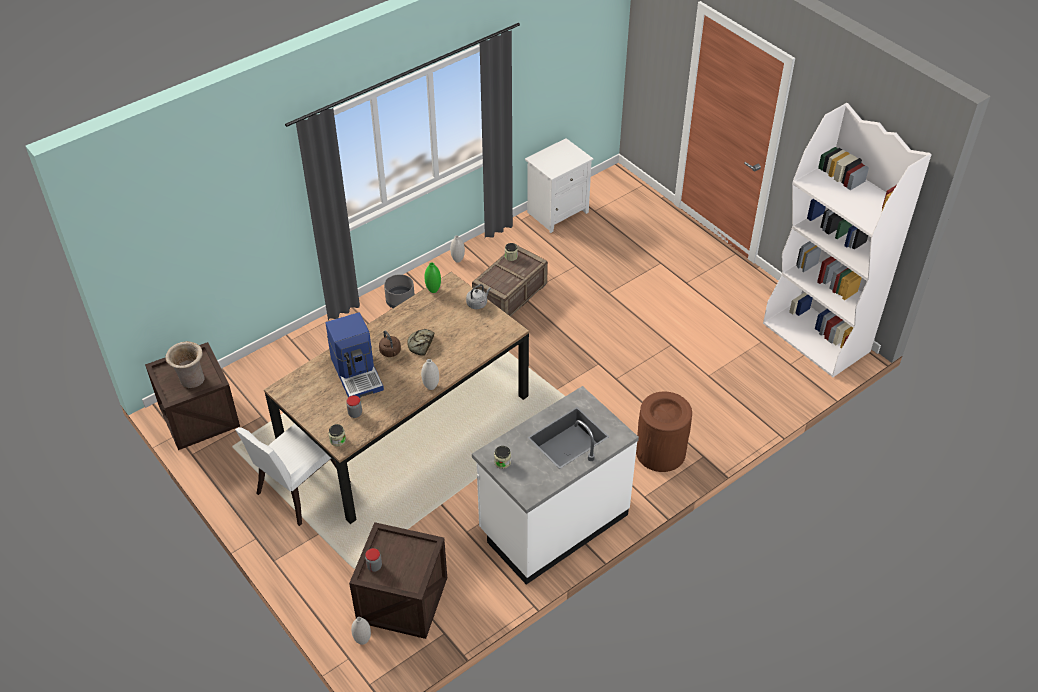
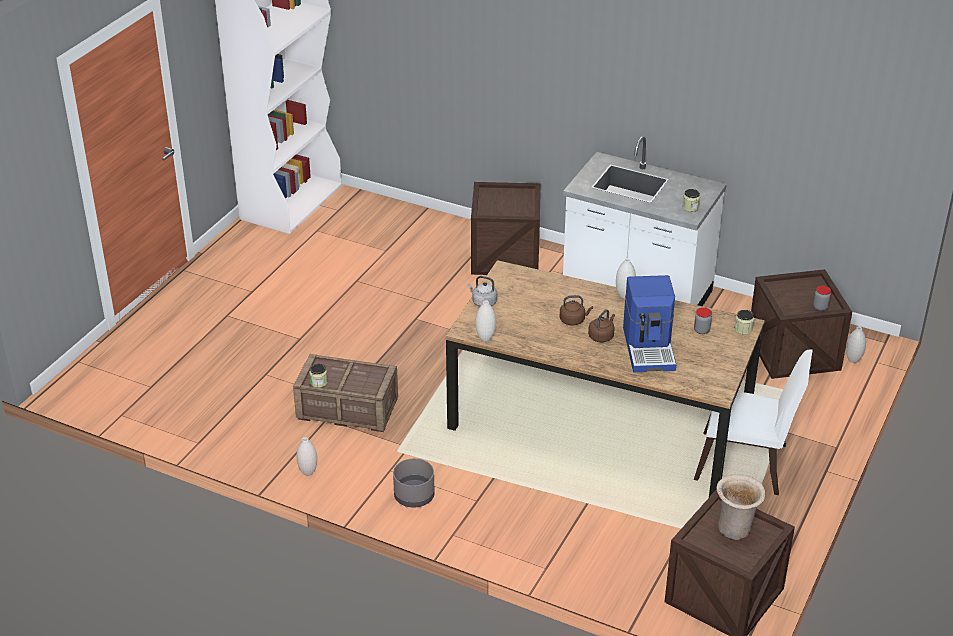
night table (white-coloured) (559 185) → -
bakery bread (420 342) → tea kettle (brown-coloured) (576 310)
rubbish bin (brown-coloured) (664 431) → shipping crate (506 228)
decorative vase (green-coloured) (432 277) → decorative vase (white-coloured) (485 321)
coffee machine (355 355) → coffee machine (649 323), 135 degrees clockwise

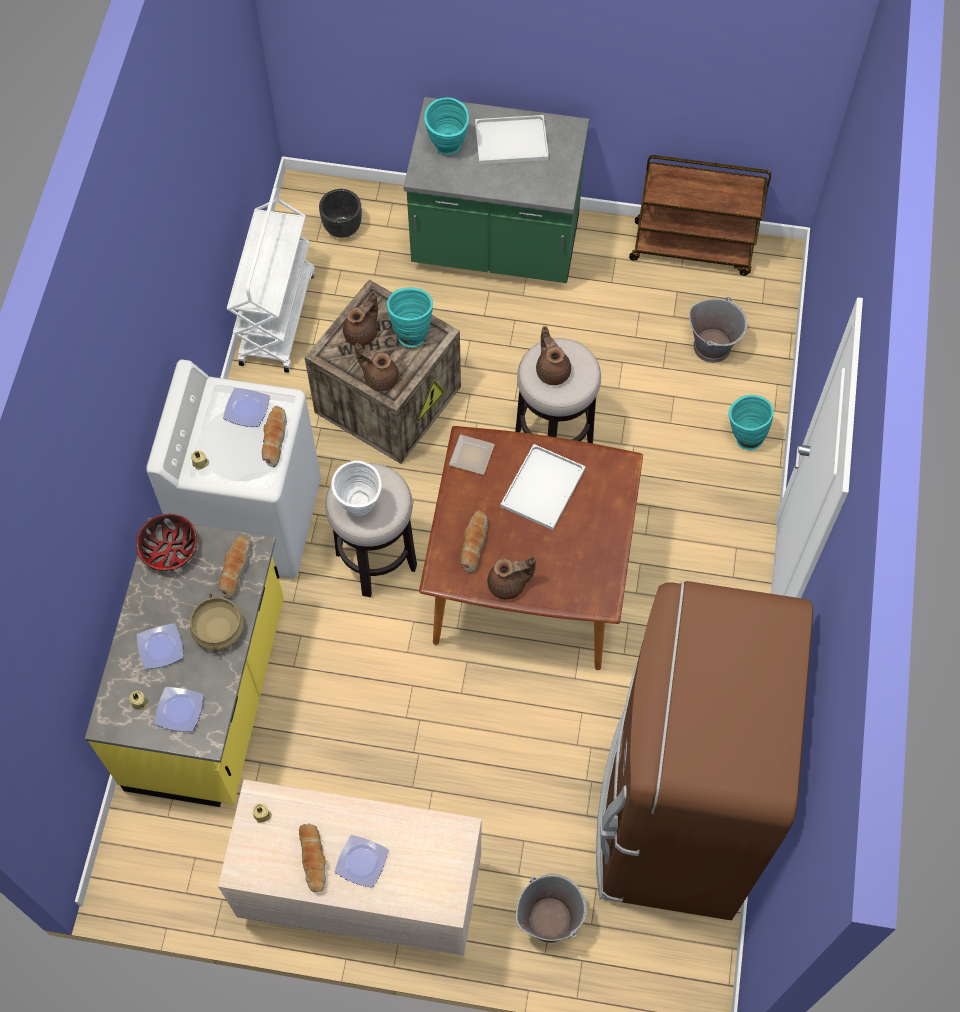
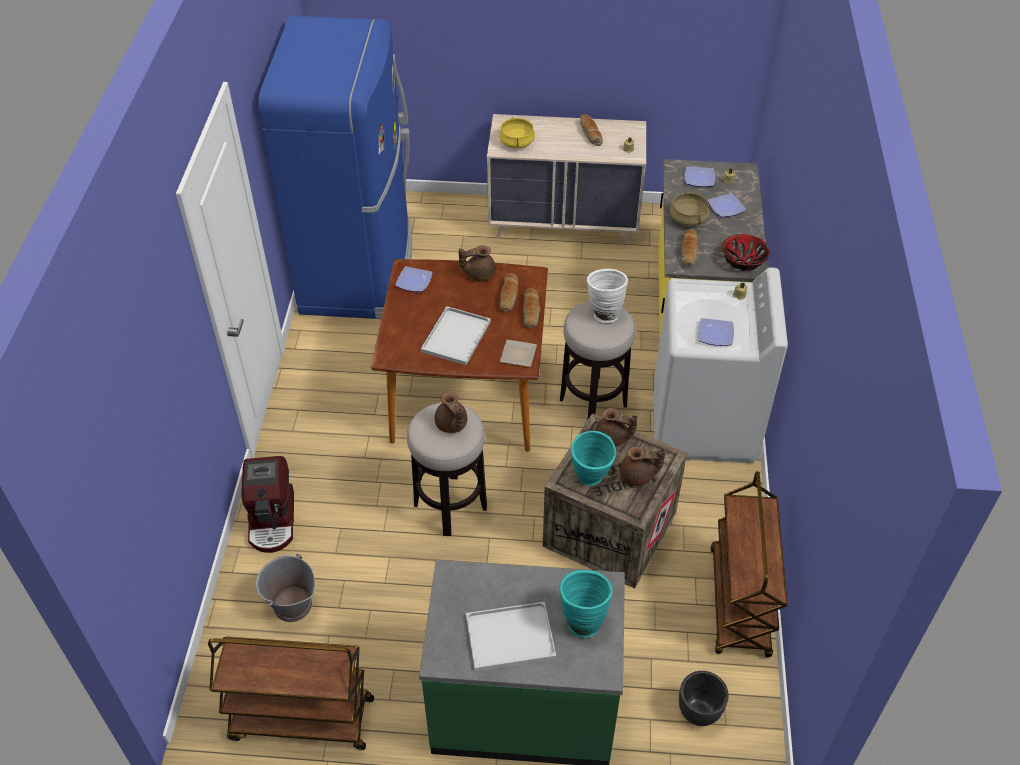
water bucket (greyish) (551 908) → -
- → saucepot (yellowish) (517 132)
bakery bread (274 436) → bakery bread (531 308), moved
plate (361 861) → plate (414 279), moved
decorative vase (blue-green) (751 422) → coffee machine (267 504)
wheeled cart (white-coloured) (271 280) → wheeled cart (brown-coloured) (749 564)
kitchen fridge (brown-coloured) (704 750) → kitchen fridge (blue-coloured) (335 167)
teapot (brown-coloured) (360 319) → teapot (brown-coloured) (642 466), 120 degrees counterclockwise

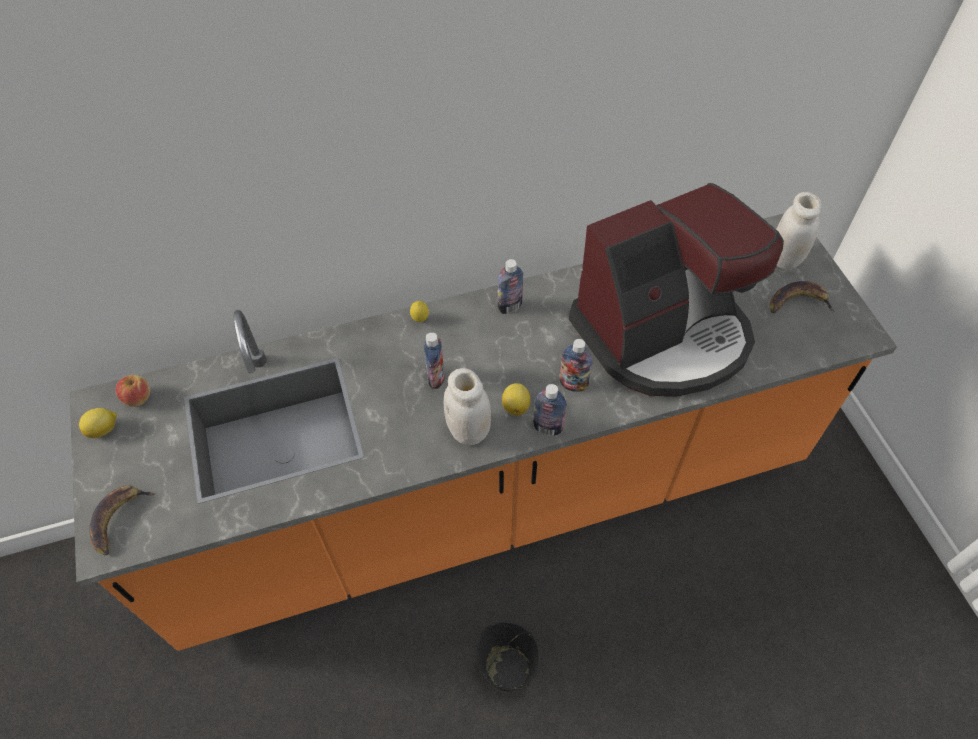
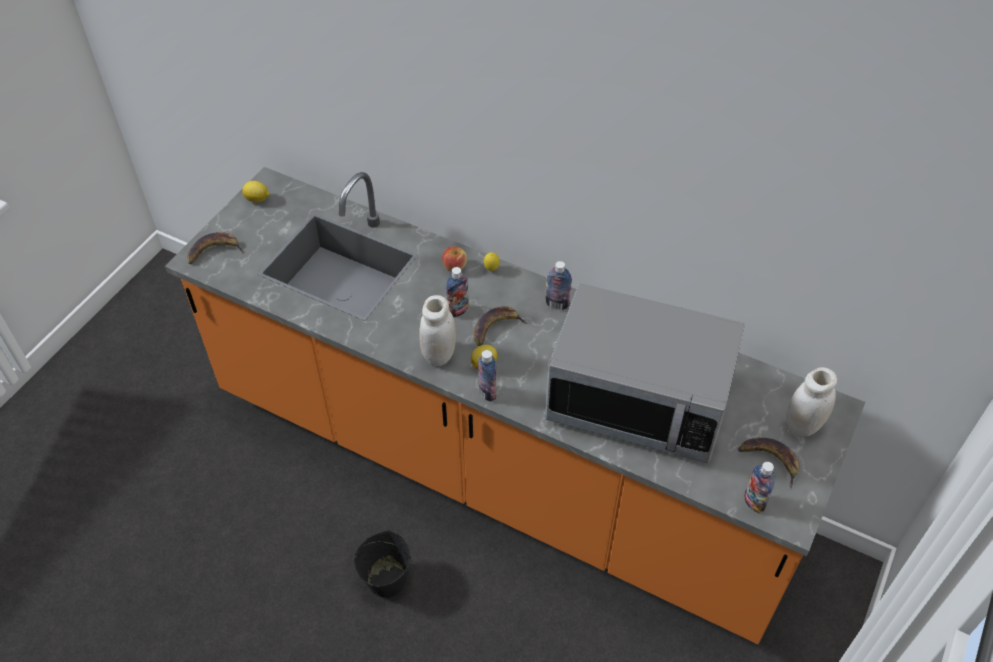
- → banana (501 326)
apple fruit (133 391) → apple fruit (454 259), moved
drink bottle (575 365) → drink bottle (759 487), moved
coffee machine (676 289) → microwave oven (645 373)

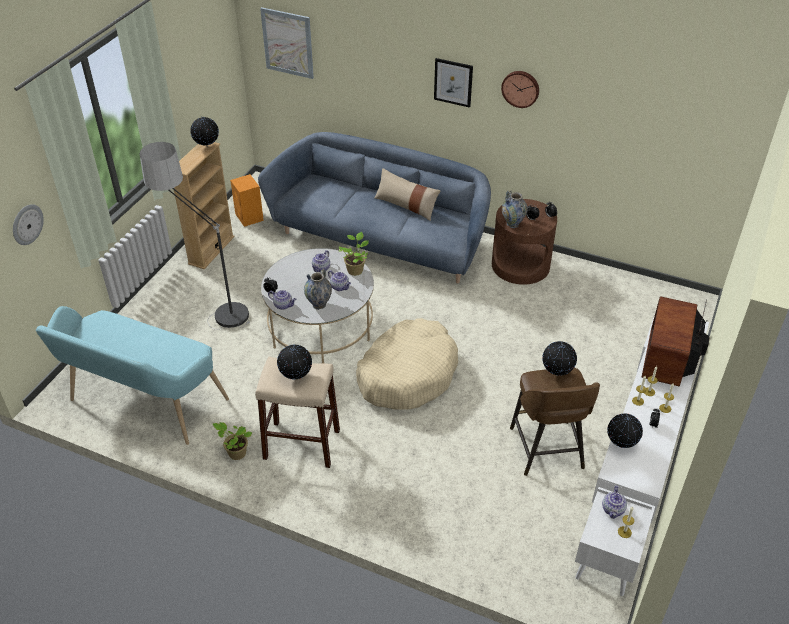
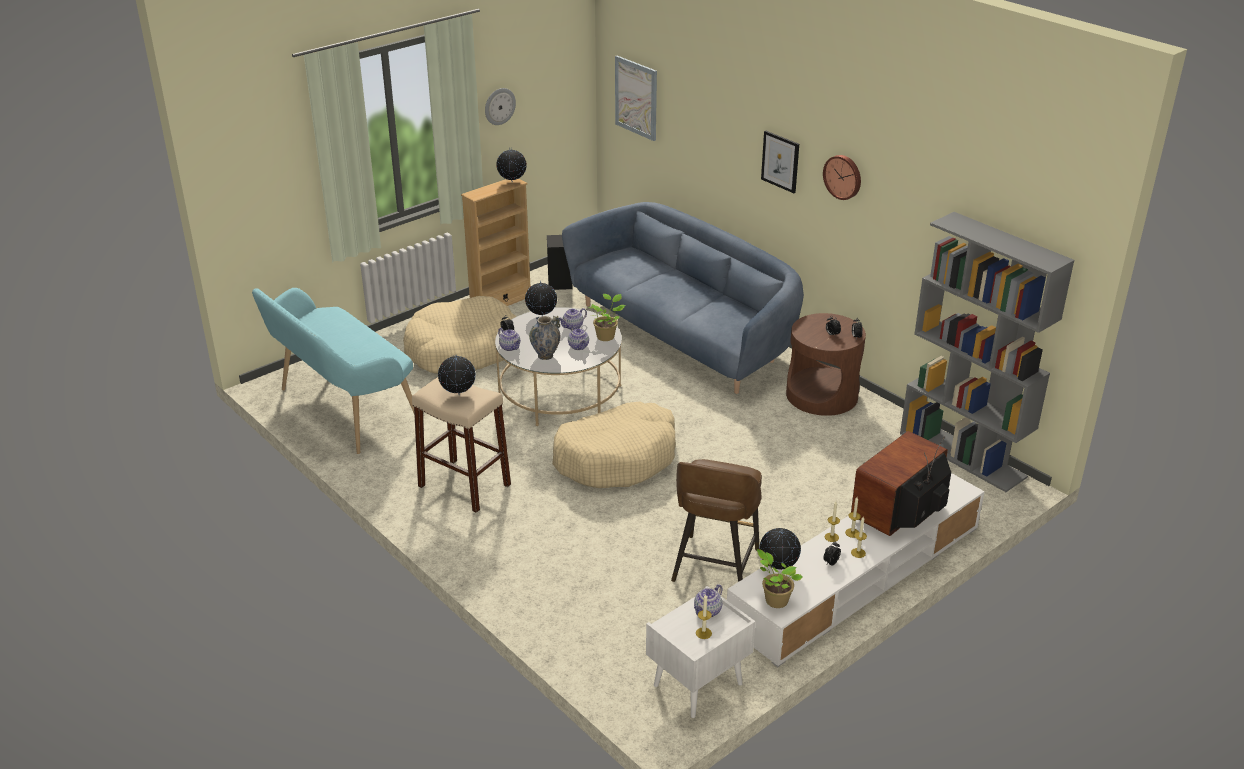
pillow (beige) (408 194) → -
decorative vase (515 209) → -
- → bookcase (greyish) (987 352)
hanging clock (28 224) → hanging clock (500 106), moved
houseplant (232 441) → houseplant (780 578), moved
globe (559 358) → globe (541 298), moved
standing lamp (195 235) → pet bed (beige) (460 334)
loudspeaker (orange) (247 200) → loudspeaker (blackish) (559 262)

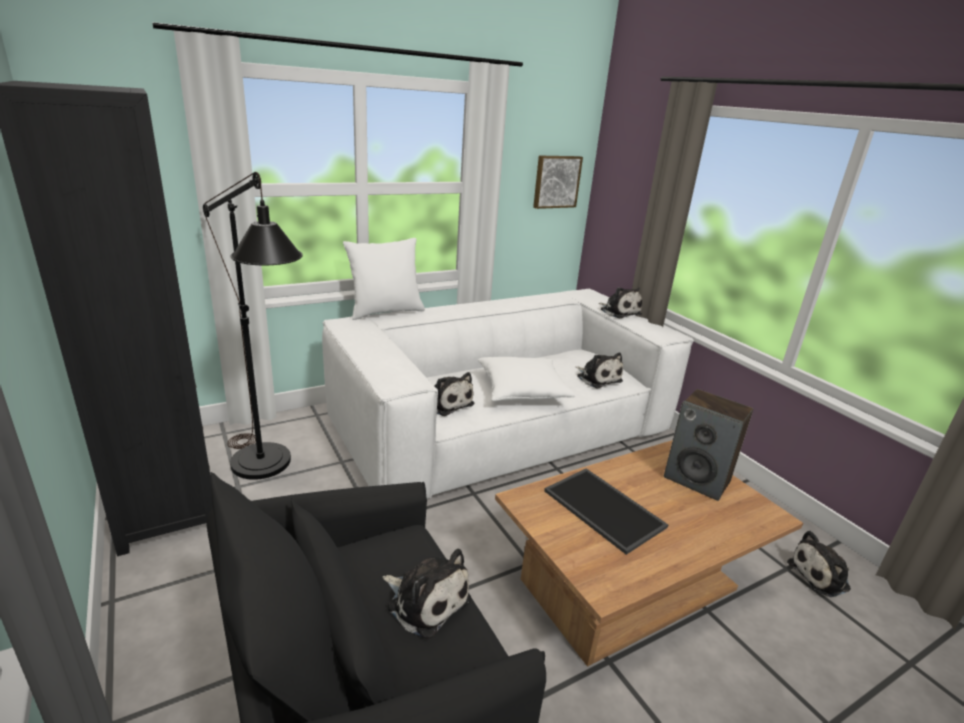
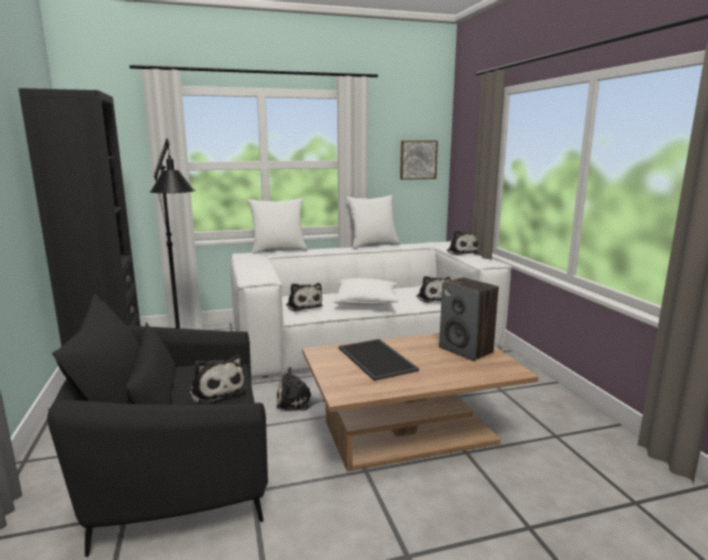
- → pillow (white-coloured) (373 222)
cuddly toy (819 564) → cuddly toy (300 389), moved

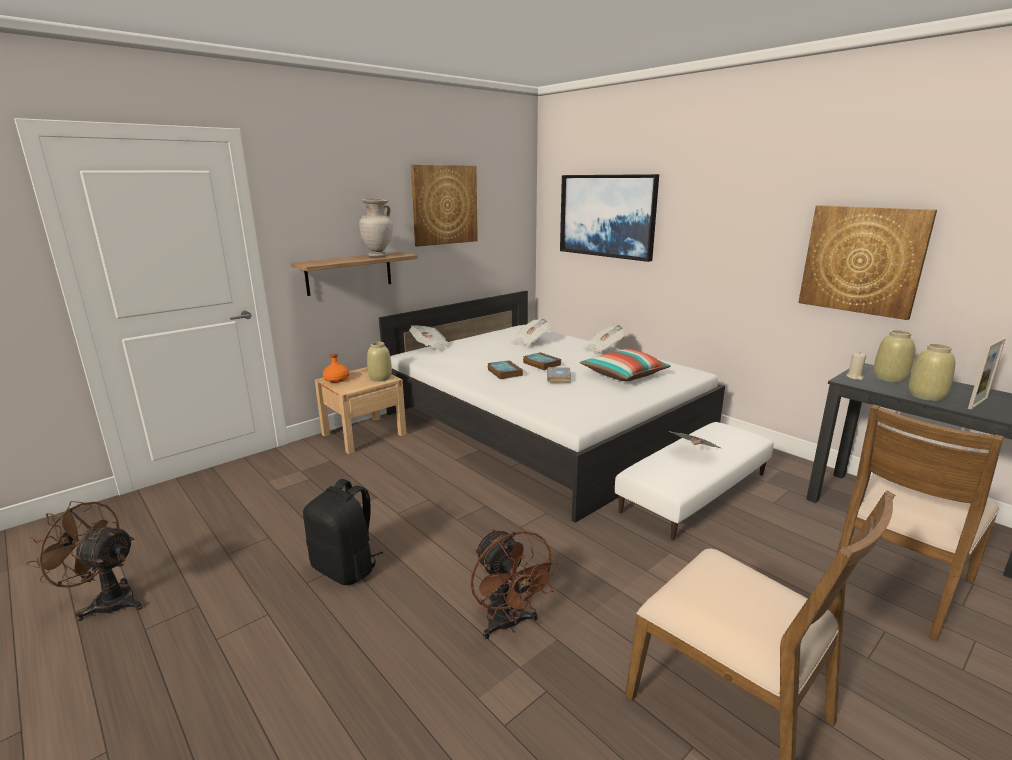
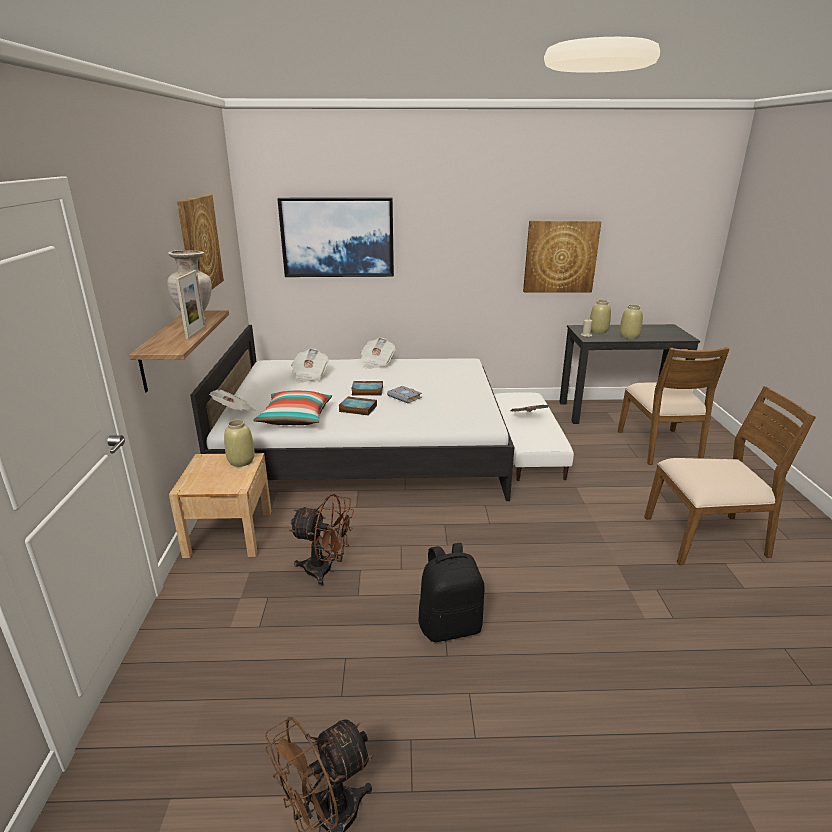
drink bottle (orange) (336 368) → -
fan (brown-coloured) (515 584) → fan (brown-coloured) (321 540), moved
pillow (625 365) → pillow (292 408), moved
photo frame (987 374) → photo frame (191 304), moved

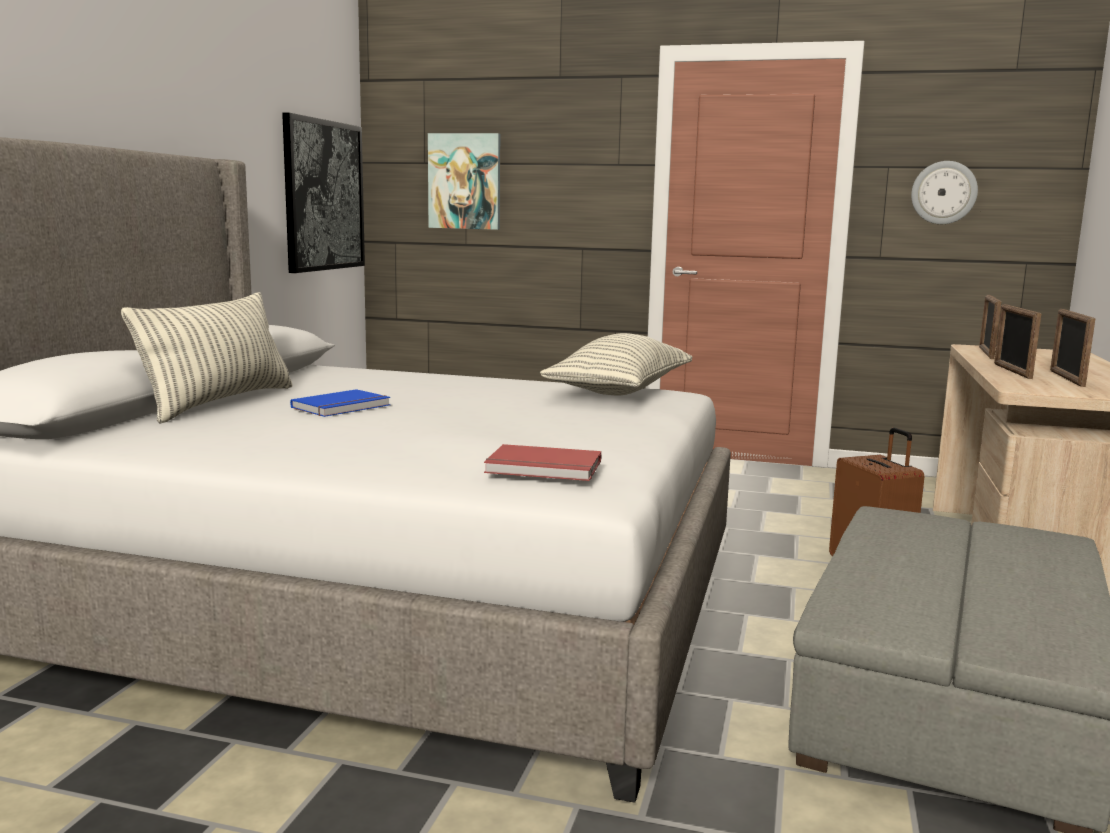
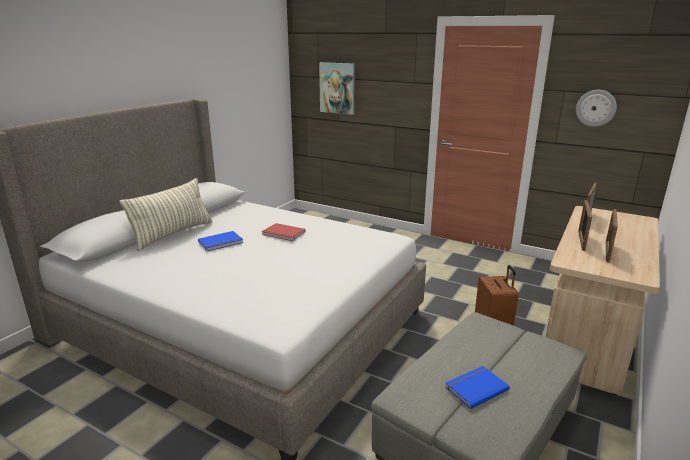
picture (323 193) → -
pillow (616 364) → -
- → volume (blue-coloured) (477 387)
volume (red) (542 462) → volume (red) (284 232), moved

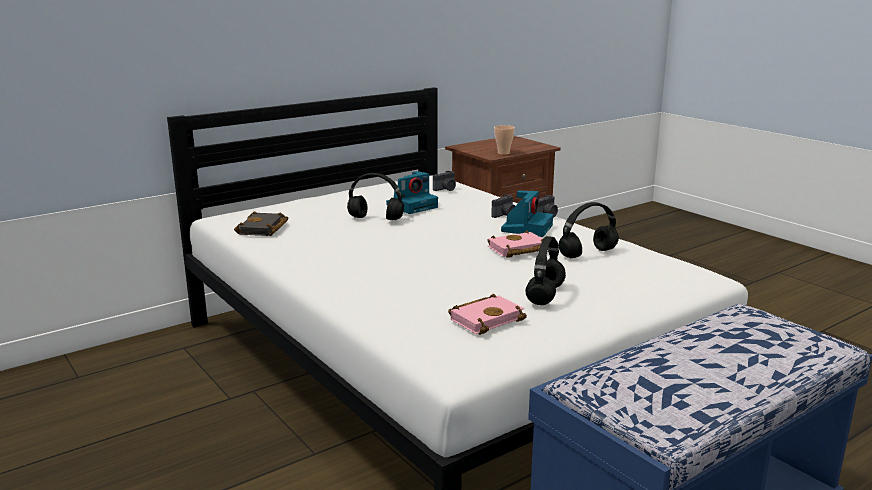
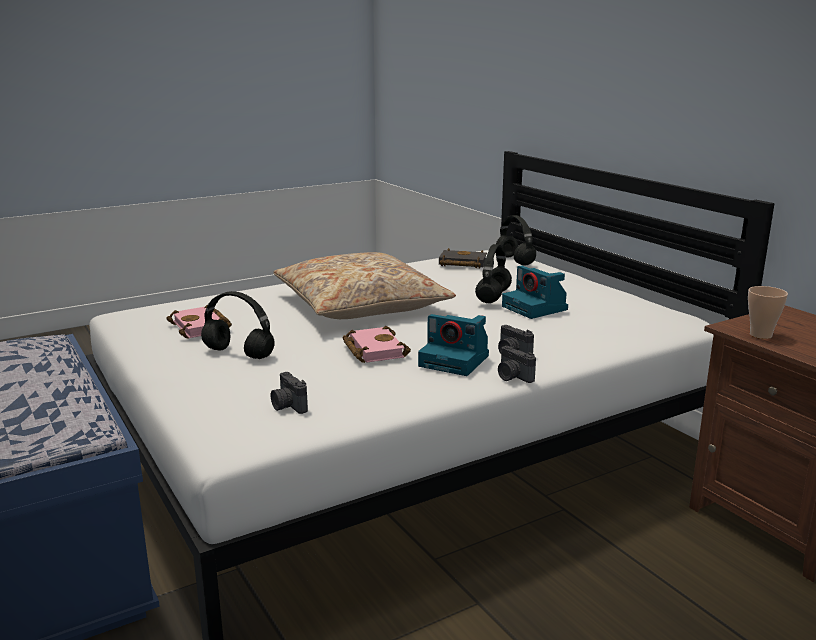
- → pillow (beige) (364 285)
photo camera (444 181) → photo camera (289 393), moved
pair of headphones (blackish) (588 230) → pair of headphones (blackish) (516 240), moved

